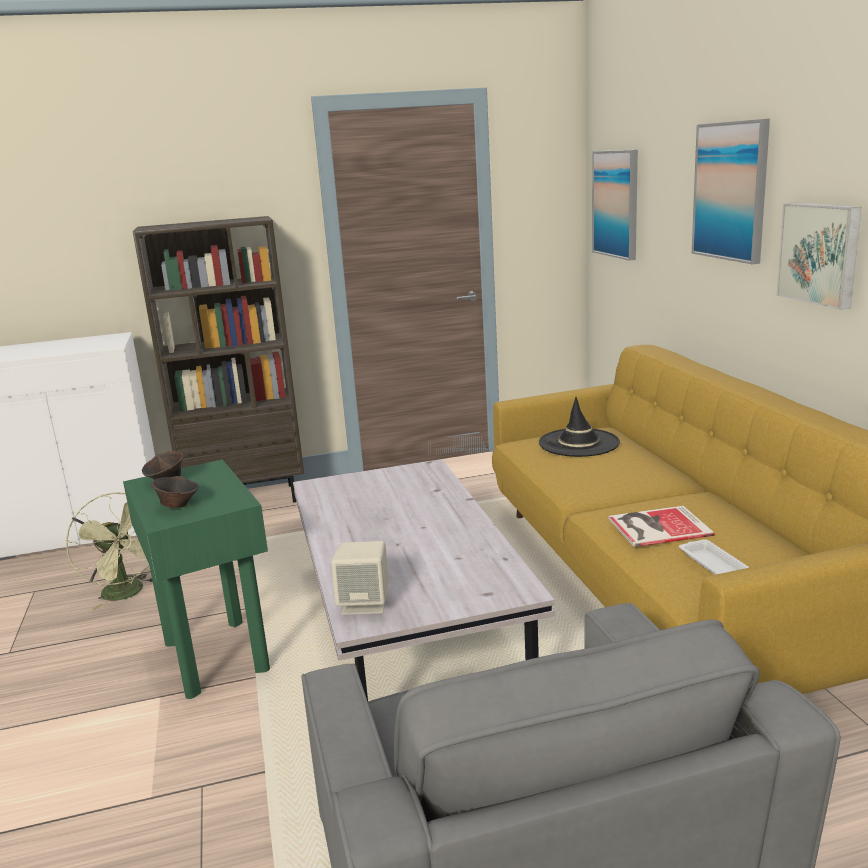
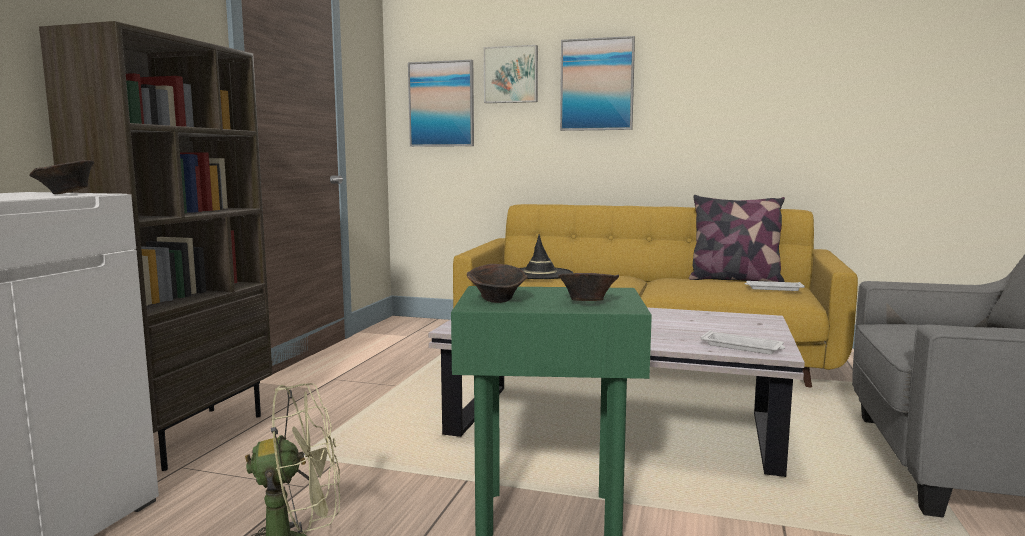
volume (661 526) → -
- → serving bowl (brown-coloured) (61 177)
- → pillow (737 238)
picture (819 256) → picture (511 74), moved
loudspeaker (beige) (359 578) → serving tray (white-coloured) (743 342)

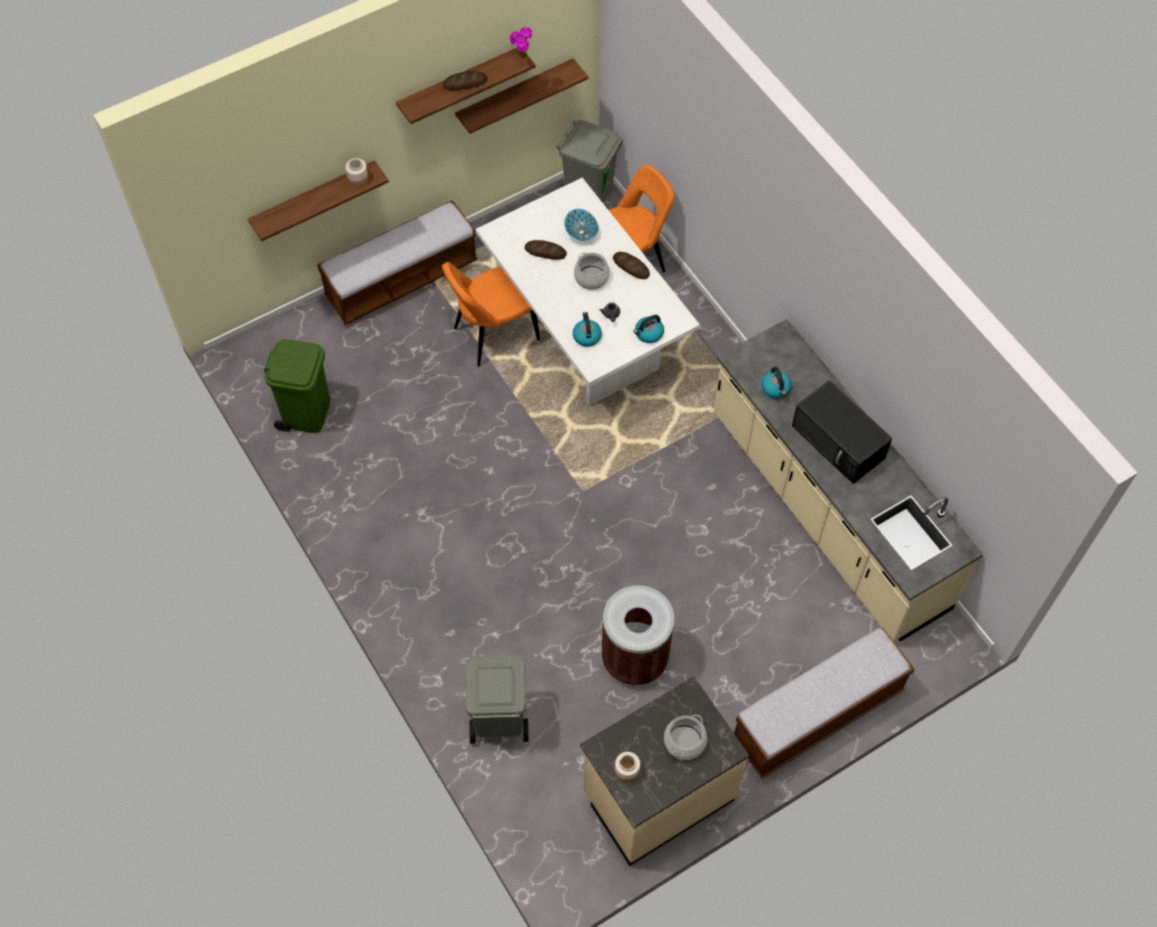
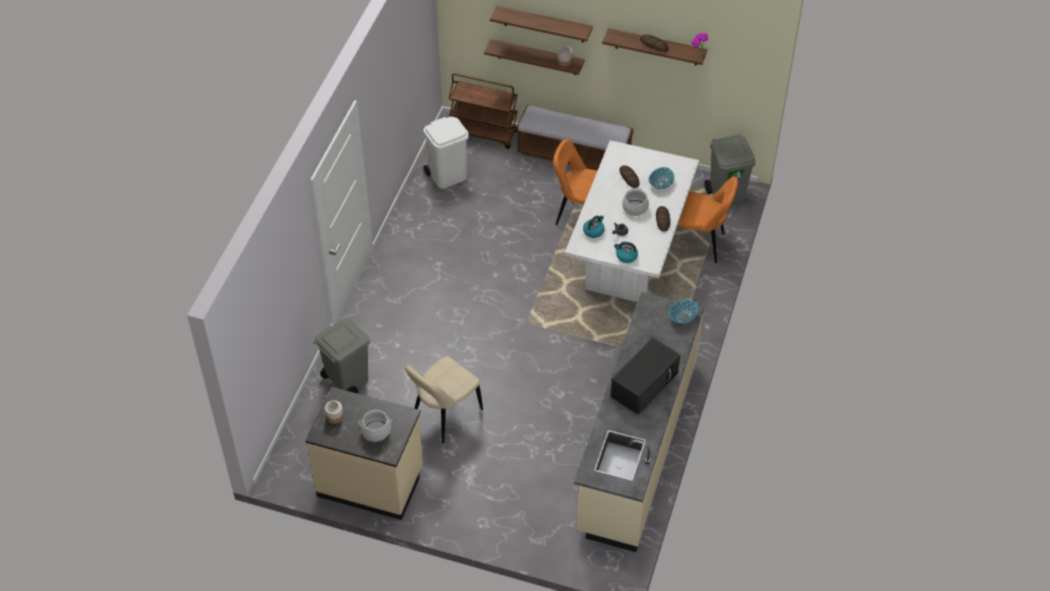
bench (824 703) → -
tea kettle (776 382) → -
- → wheeled cart (brown-coloured) (483 111)
- → serving bowl (683 311)
bracket shelf (521 96) → bracket shelf (541 24), moved
rubbish bin (brown-coloured) (638 635) → plain chair (beige) (444 399)
rubbish bin (green-coloured) (297 386) → rubbish bin (white-coloured) (446 153)
microwave oven (blackish) (842 432) → microwave oven (blackish) (645 376), 150 degrees counterclockwise

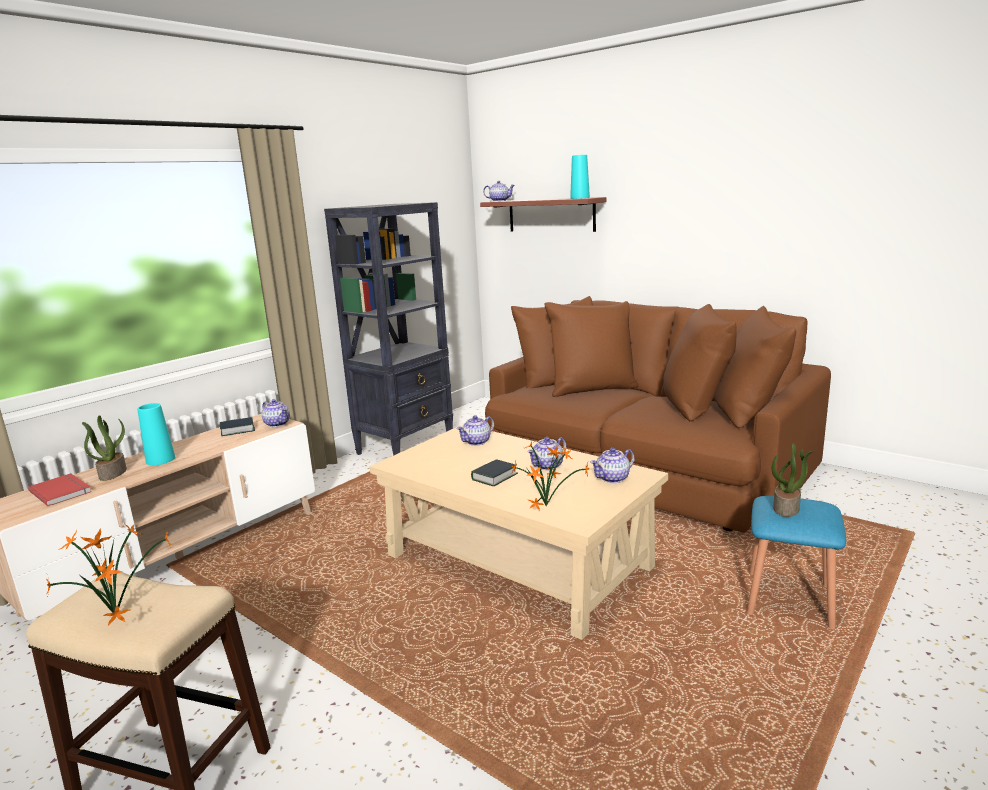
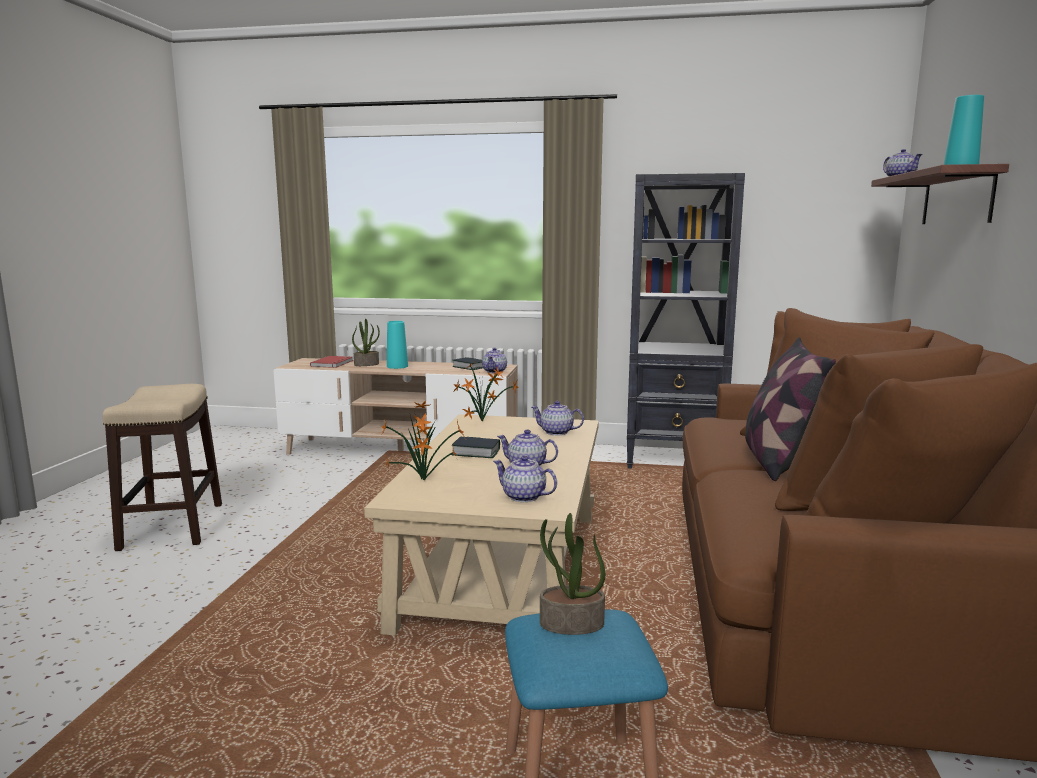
- → pillow (790 409)
houseplant (108 573) → houseplant (486 391), moved

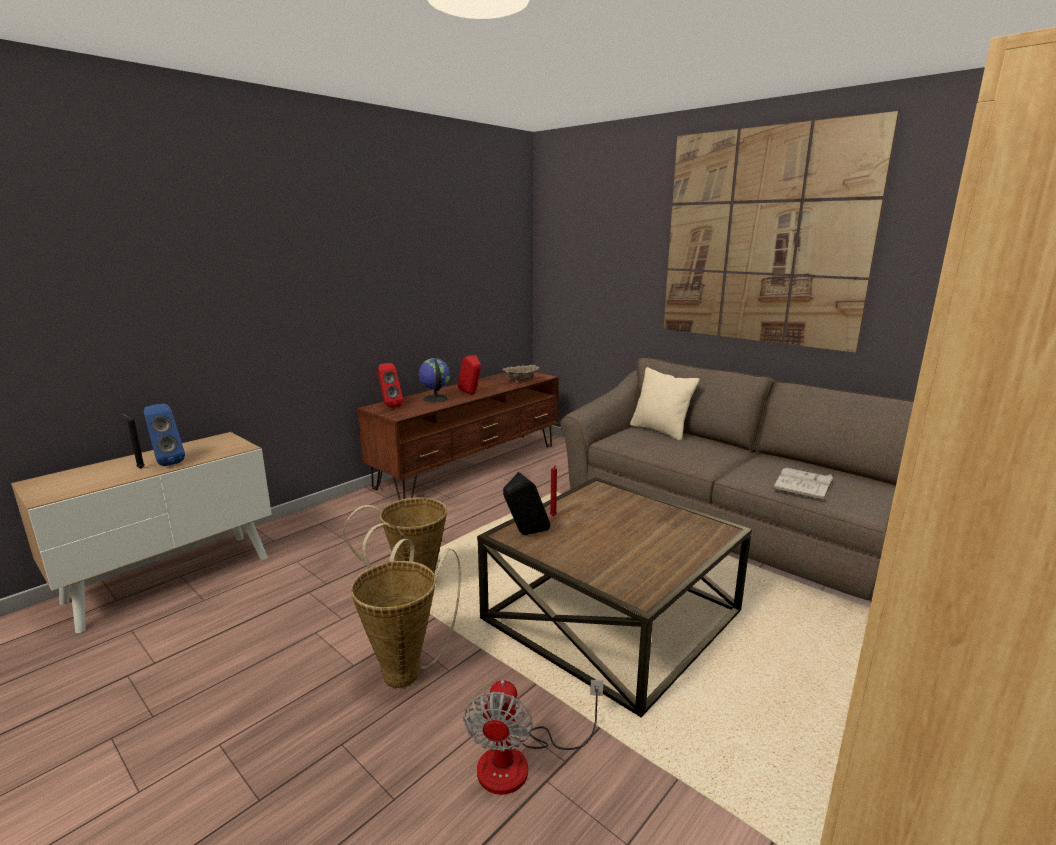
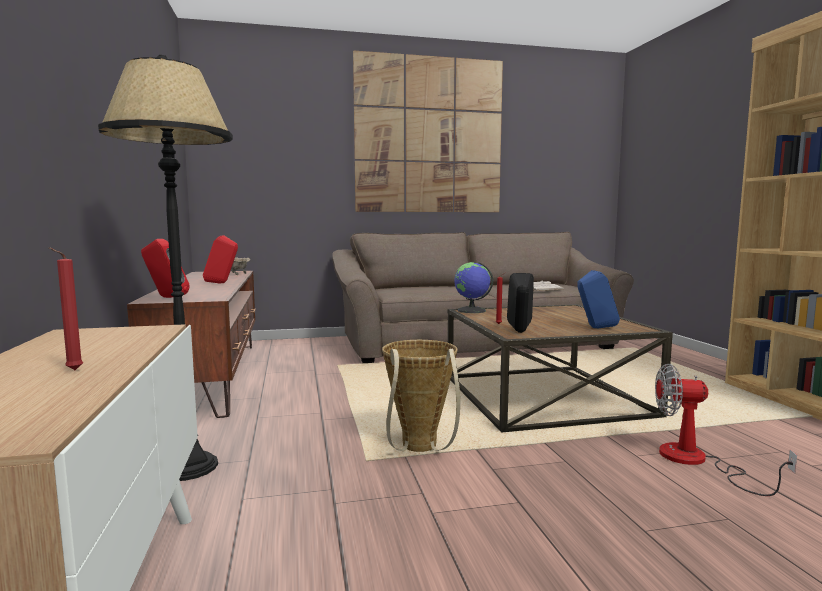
basket (406 613) → -
pillow (beige) (665 404) → -
- → standing lamp (blackish) (165 268)
loudspeaker (blue-coloured) (164 435) → loudspeaker (blue-coloured) (598 299), moved
globe (434 380) → globe (473 287), moved
wax light (blackish) (134 441) → wax light (red) (66 309)
fan (533 737) → fan (726 430), 150 degrees clockwise

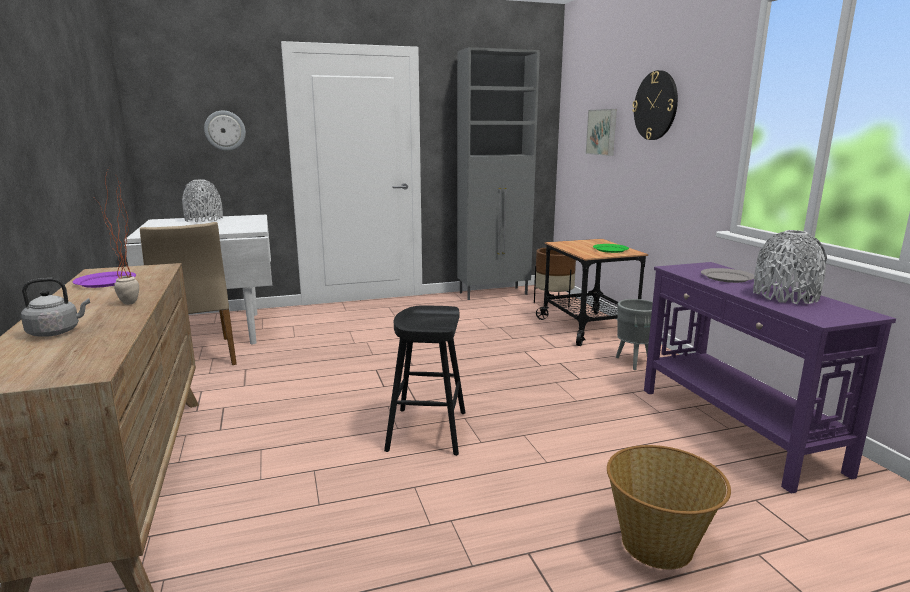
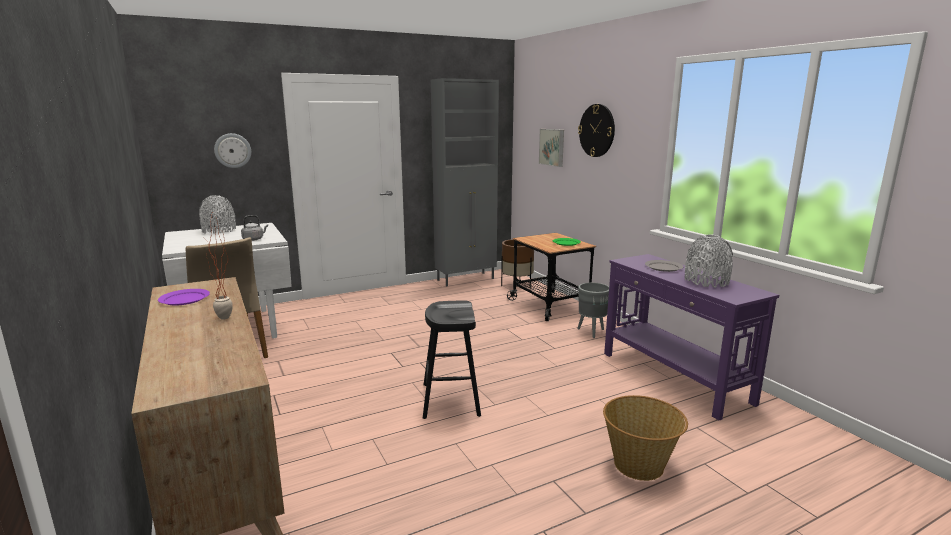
tea kettle (greyish) (55 307) → tea kettle (greyish) (254 228), moved

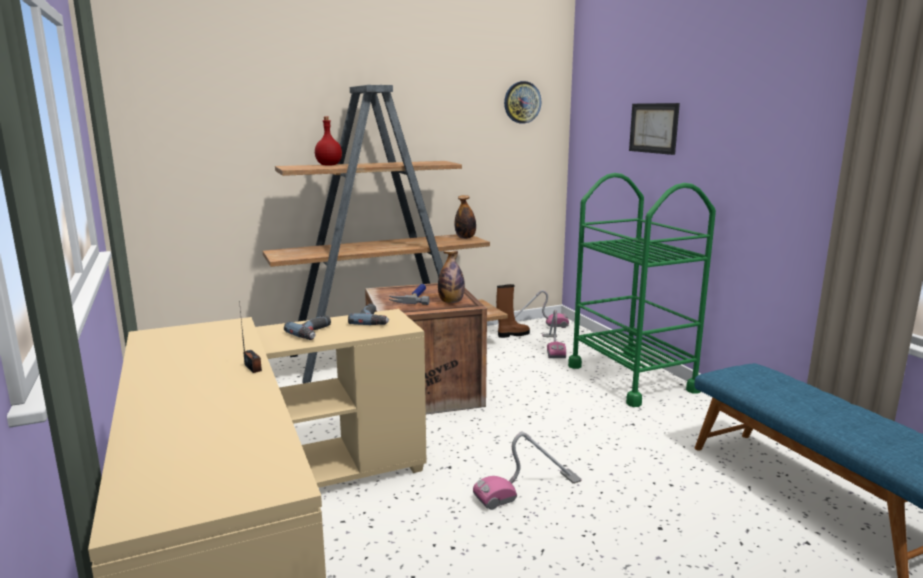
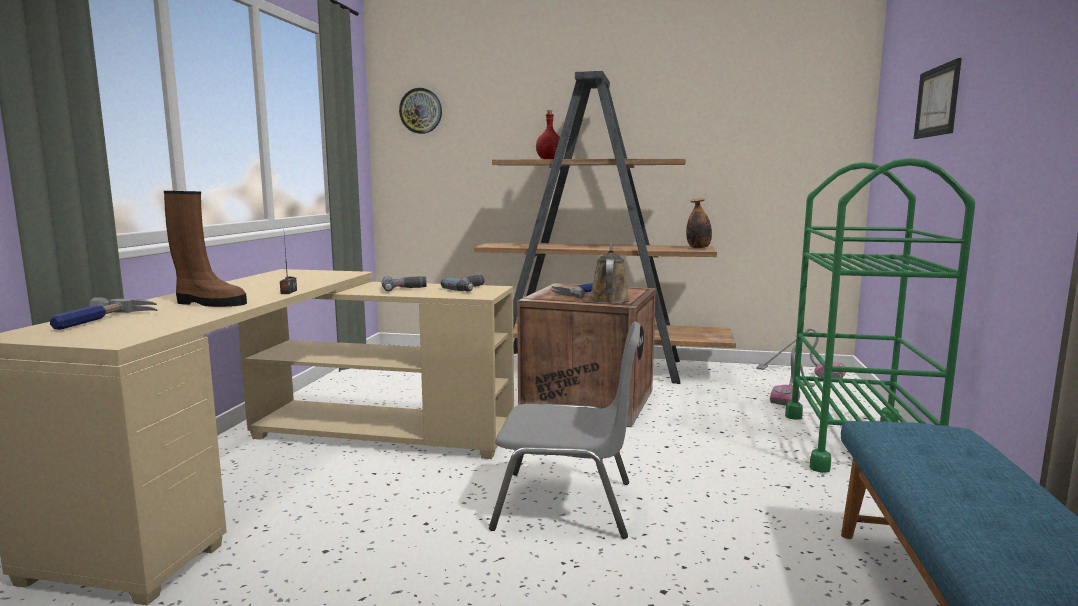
- → tool hammer (104 313)
tall boot (brown-coloured) (513 311) → tall boot (brown-coloured) (205 249), moved
hanging clock (522 102) → hanging clock (420 111), moved
drink bottle (451 277) → watering can (brown-coloured) (609 273)
vacuum (527 471) → plain chair (greyish) (564 430)

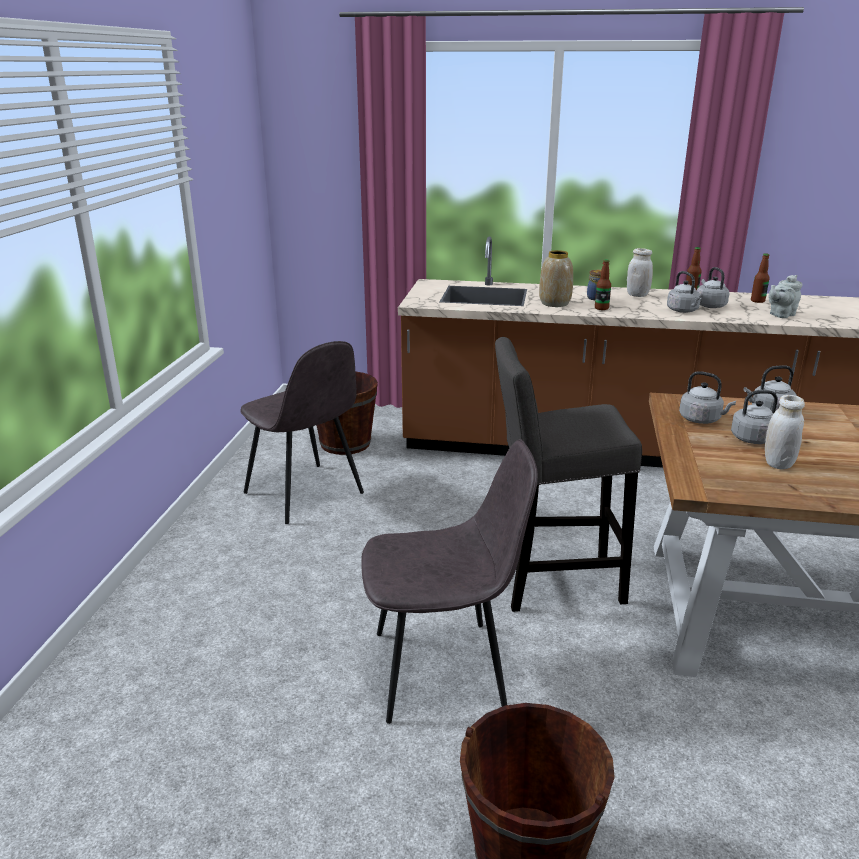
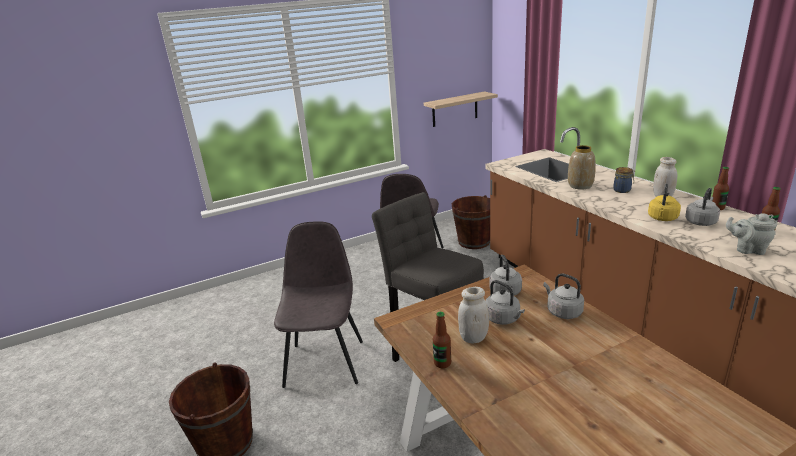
- → bracket shelf (461 109)
drink bottle (603 284) → drink bottle (442 340), moved
tea kettle (greyish) (684 292) → tea kettle (yellowish) (664 202)
plain chair (greyish) (449 581) → plain chair (greyish) (318 304), 135 degrees counterclockwise

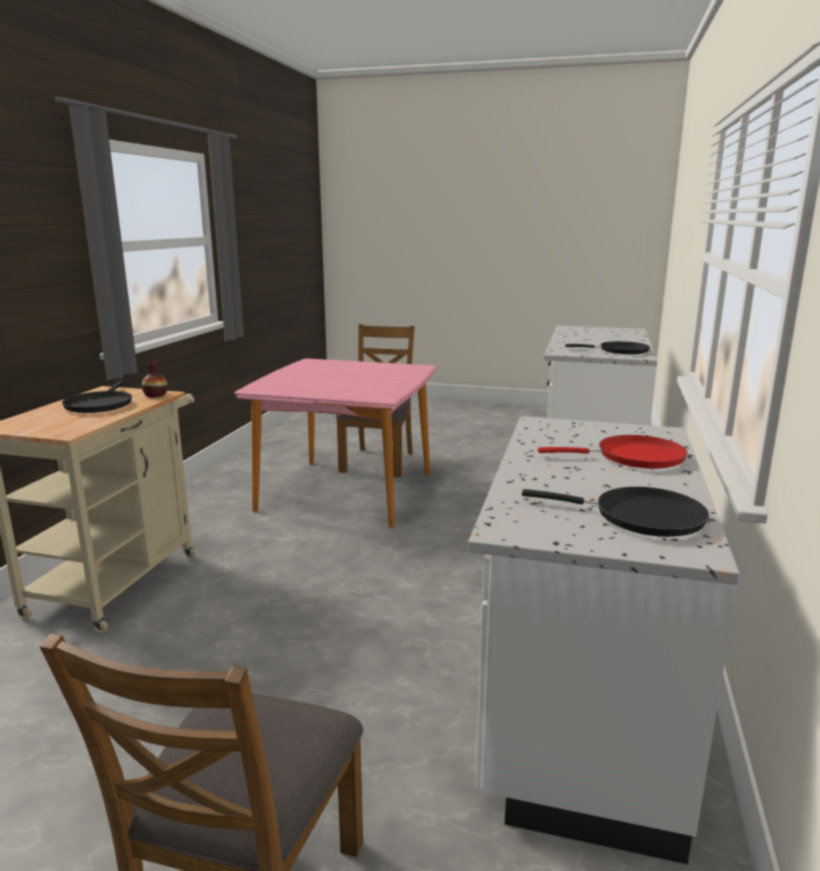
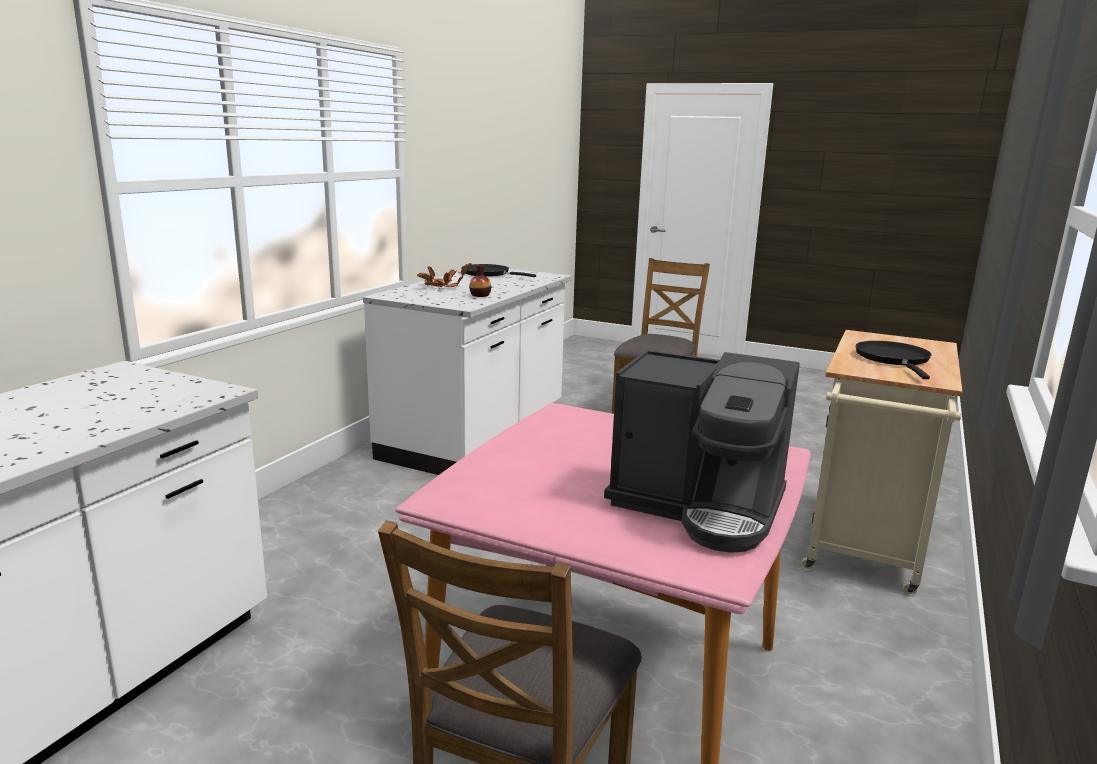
skillet (blackish) (607 347) → -
- → coffee machine (702 451)
decorative vase (155 379) → decorative vase (480 281), moved
skillet (red) (613 452) → houseplant (444 275)

